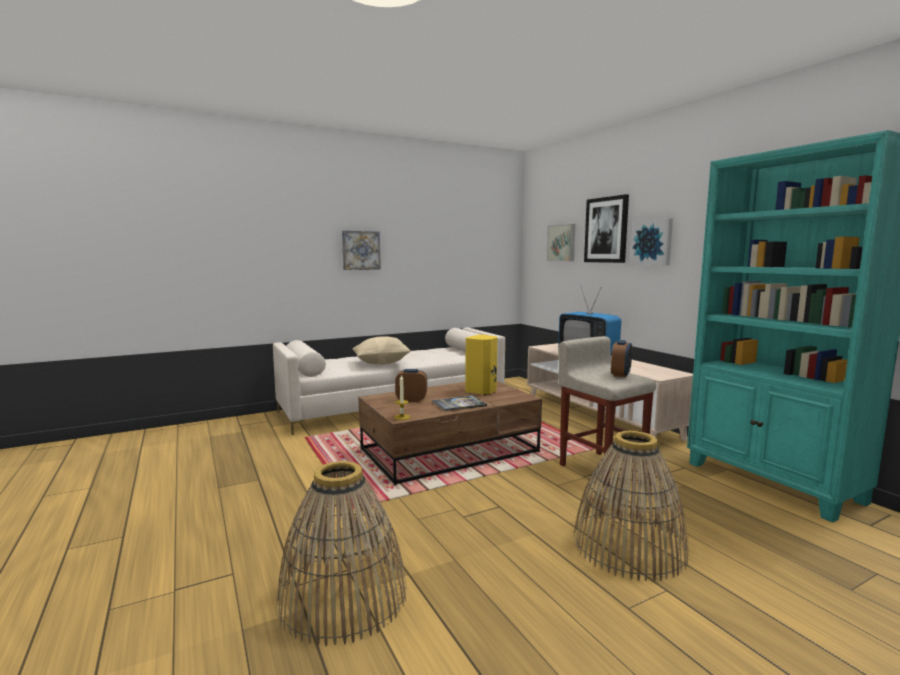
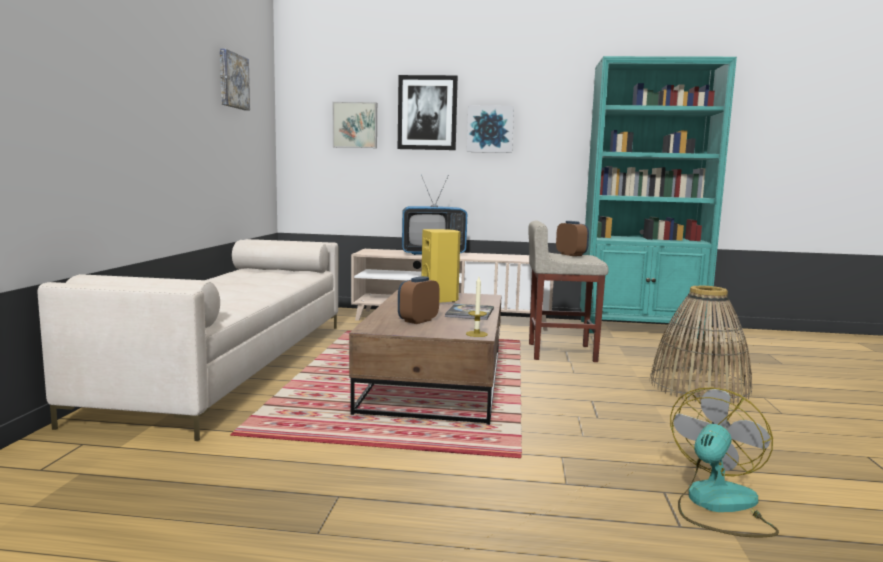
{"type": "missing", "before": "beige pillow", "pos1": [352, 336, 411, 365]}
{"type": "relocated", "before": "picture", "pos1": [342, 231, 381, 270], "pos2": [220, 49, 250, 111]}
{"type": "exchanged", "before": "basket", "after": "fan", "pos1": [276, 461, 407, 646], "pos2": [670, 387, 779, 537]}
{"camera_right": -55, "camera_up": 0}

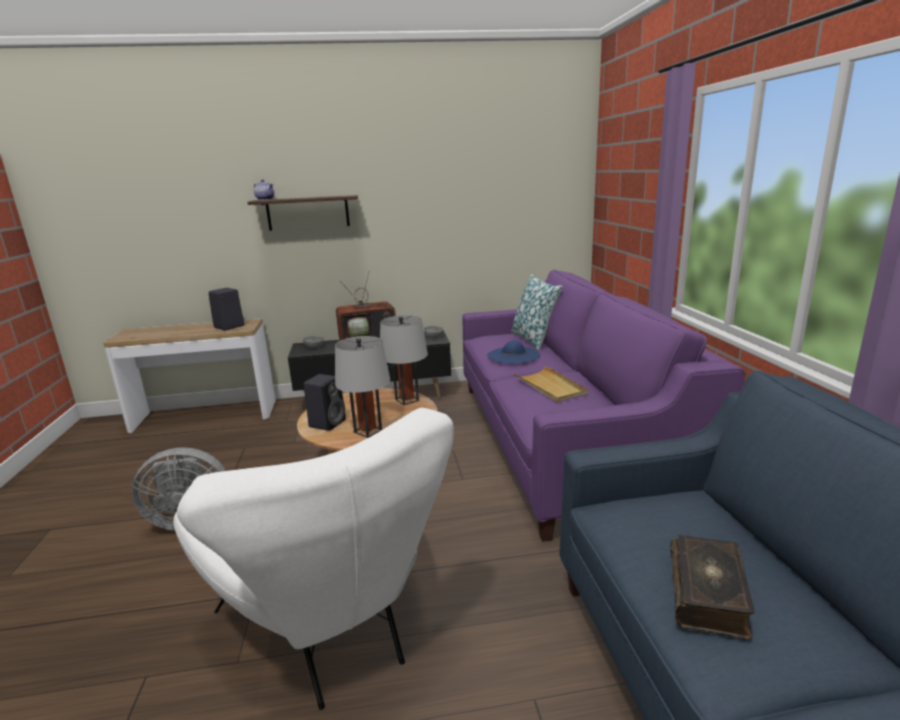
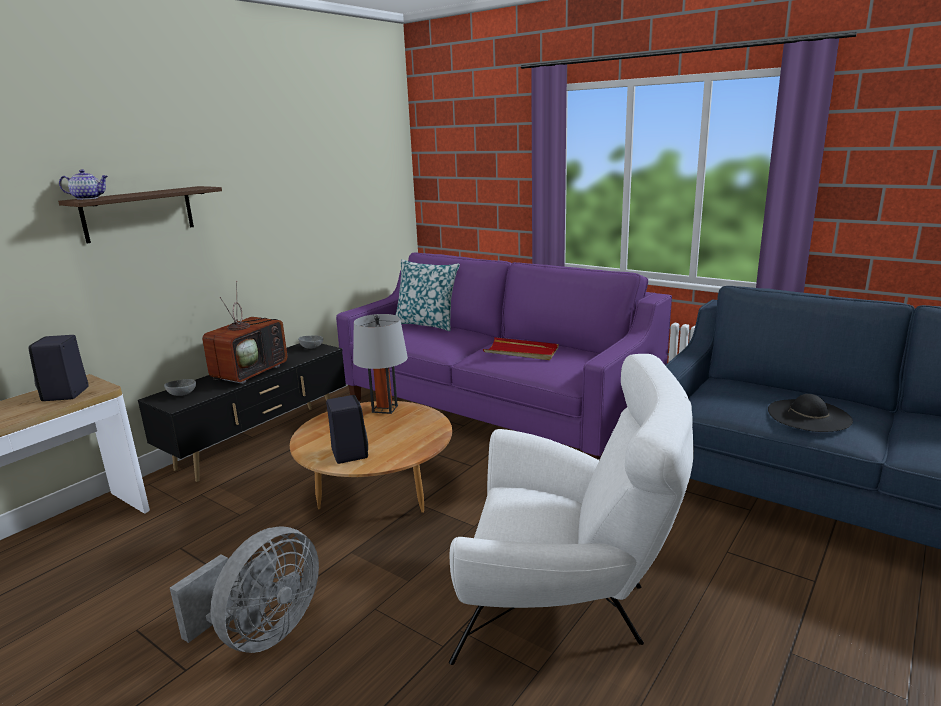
{"type": "missing", "before": "grey table lamp", "pos1": [335, 336, 390, 438]}
{"type": "missing", "before": "blue hat", "pos1": [487, 340, 540, 364]}
{"type": "exchanged", "before": "book", "after": "black hat", "pos1": [670, 535, 755, 639], "pos2": [768, 394, 853, 432]}
{"type": "colour", "before": "beige tray", "after": "red tray", "pos1": [513, 366, 588, 403], "pos2": [483, 337, 559, 360]}
{"camera_right": -45, "camera_up": 0}

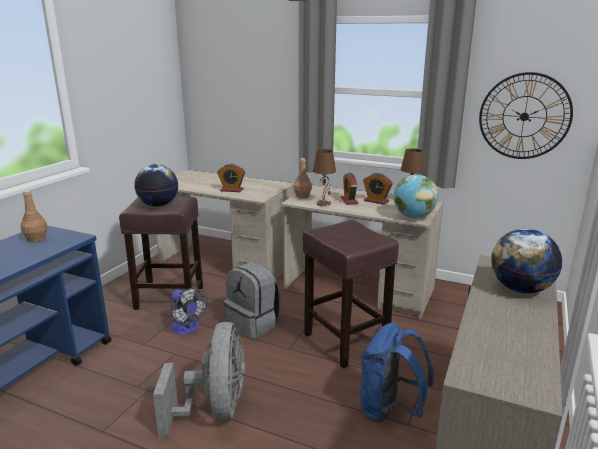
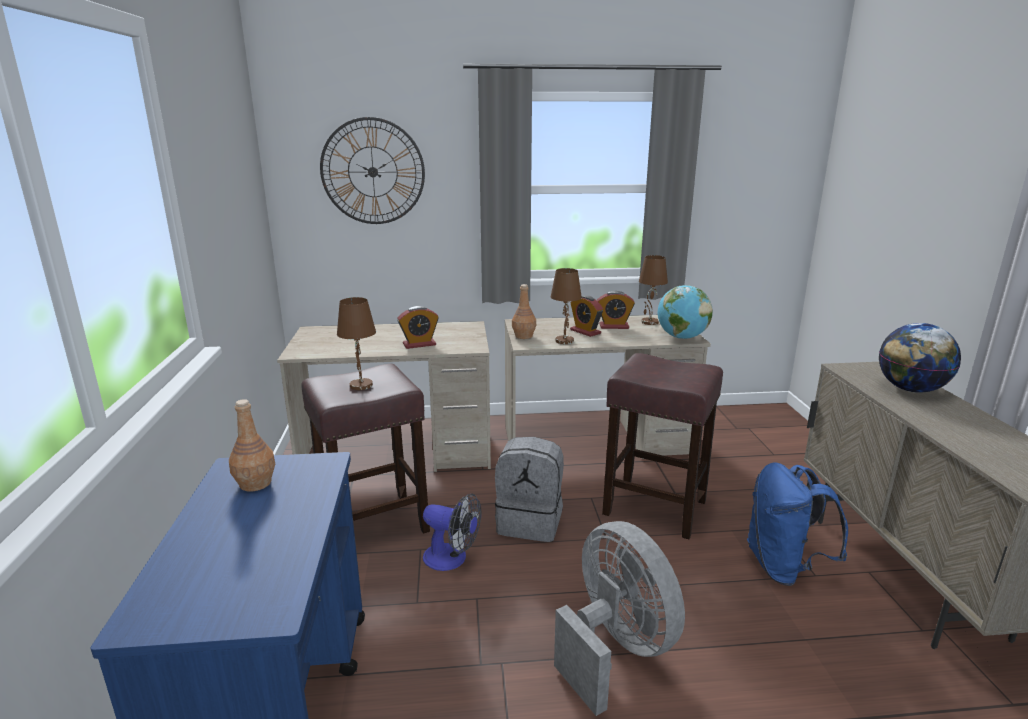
{"type": "relocated", "before": "wall clock", "pos1": [479, 72, 573, 159], "pos2": [320, 117, 425, 224]}
{"type": "exchanged", "before": "globe", "after": "brown table lamp", "pos1": [134, 164, 178, 207], "pos2": [337, 297, 376, 390]}
{"camera_right": -30, "camera_up": 0}

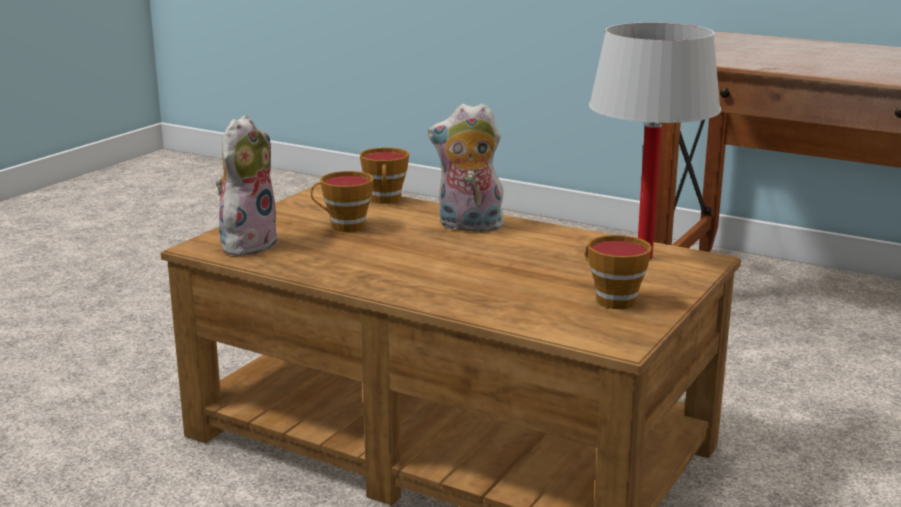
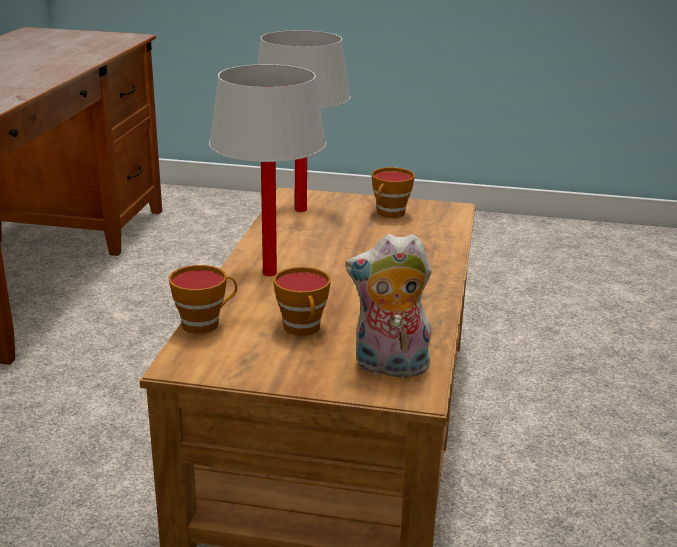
{"type": "exchanged", "before": "plush toy", "after": "white table lamp", "pos1": [428, 103, 506, 233], "pos2": [209, 64, 327, 276]}
{"camera_right": -110, "camera_up": 5}

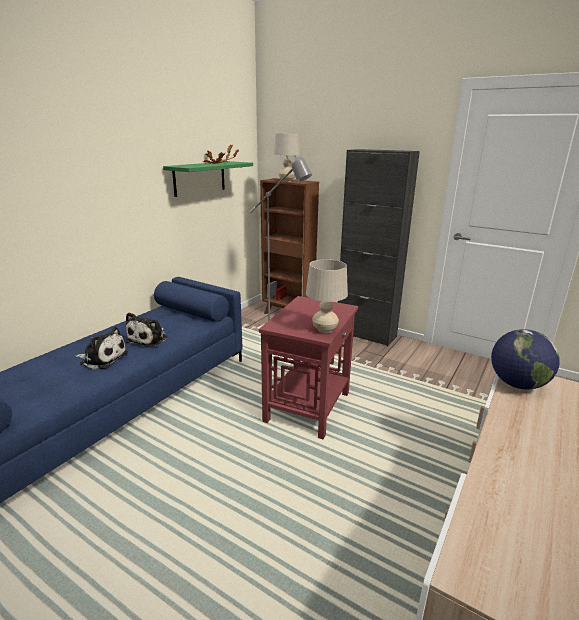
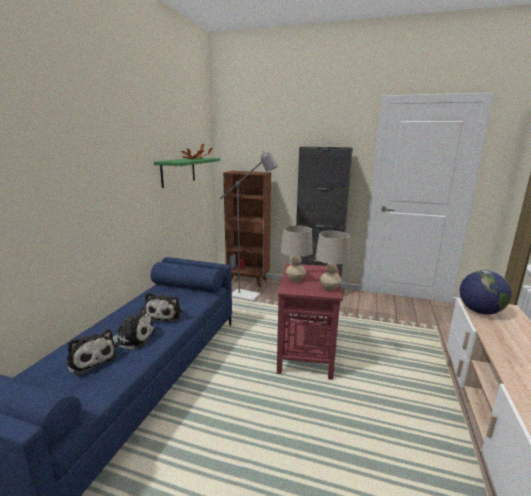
{"type": "appeared", "after": "plush toy", "pos2": [66, 329, 116, 376]}
{"type": "relocated", "before": "beige table lamp", "pos1": [274, 134, 300, 182], "pos2": [281, 225, 313, 282]}
{"camera_right": -15, "camera_up": -5}

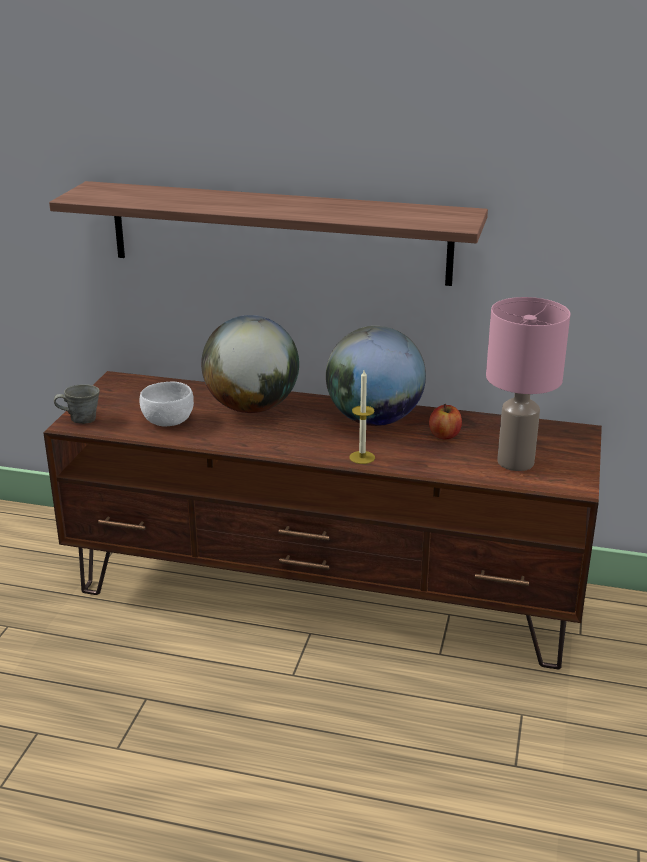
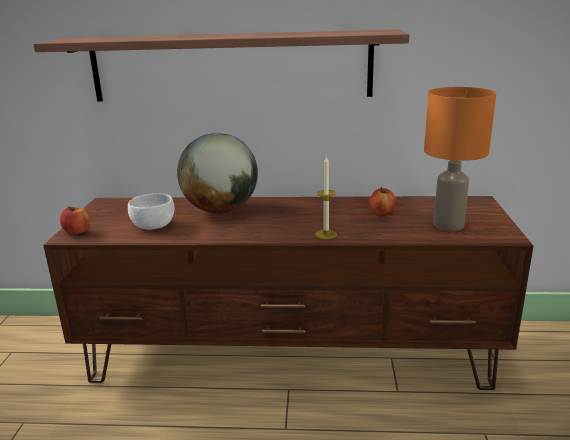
{"type": "missing", "before": "globe", "pos1": [326, 326, 426, 426]}
{"type": "exchanged", "before": "grey mug", "after": "apple", "pos1": [54, 384, 100, 424], "pos2": [60, 206, 90, 234]}
{"type": "colour", "before": "pink table lamp", "after": "orange table lamp", "pos1": [486, 297, 571, 471], "pos2": [424, 87, 496, 231]}
{"camera_right": -10, "camera_up": -5}

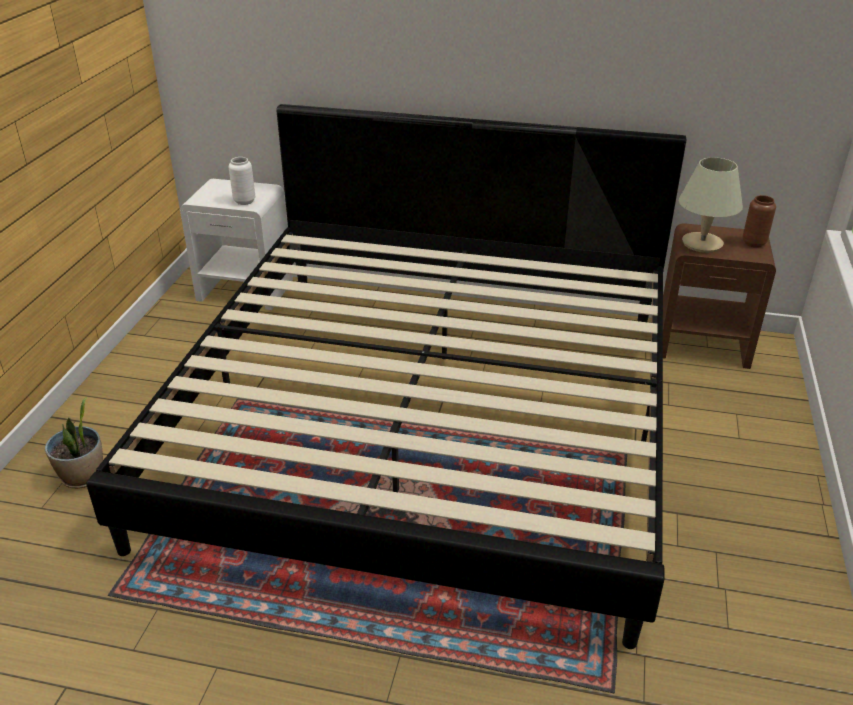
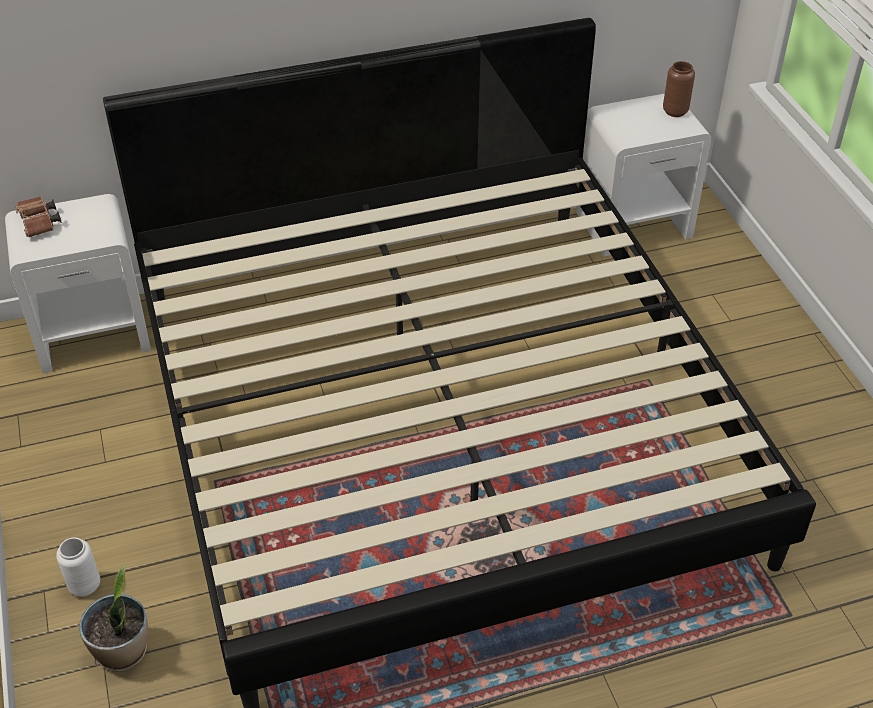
{"type": "missing", "before": "beige table lamp", "pos1": [679, 157, 743, 253]}
{"type": "appeared", "after": "brown binoculars", "pos2": [16, 197, 62, 237]}
{"type": "relocated", "before": "white vase", "pos1": [229, 157, 255, 205], "pos2": [56, 537, 100, 596]}
{"type": "colour", "before": "brown nightstand", "after": "white nightstand", "pos1": [663, 223, 776, 369], "pos2": [576, 93, 712, 257]}
{"camera_right": -30, "camera_up": 10}

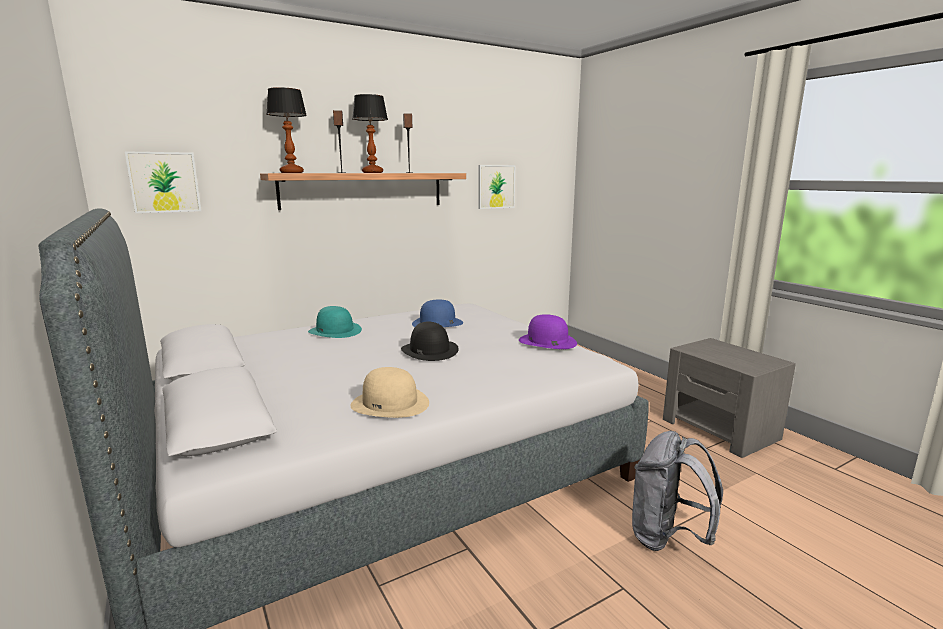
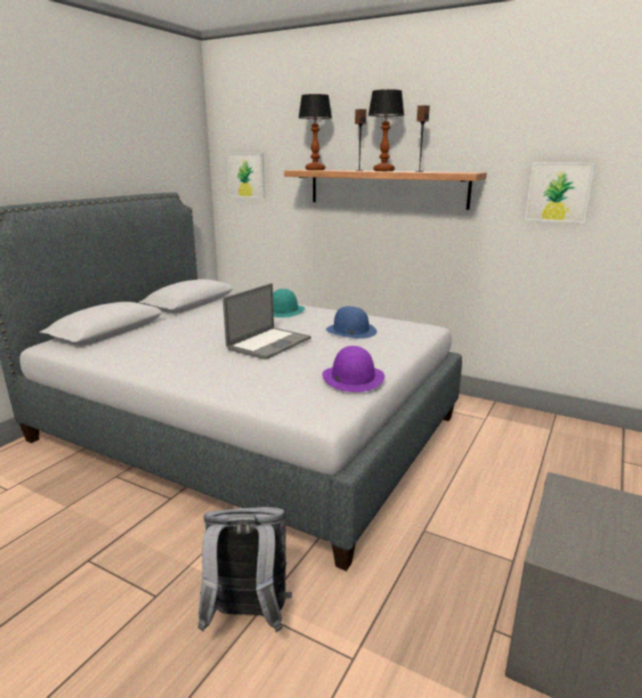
{"type": "missing", "before": "beige hat", "pos1": [351, 367, 429, 418]}
{"type": "exchanged", "before": "black hat", "after": "laptop", "pos1": [401, 322, 459, 361], "pos2": [223, 283, 311, 360]}
{"camera_right": 60, "camera_up": 5}

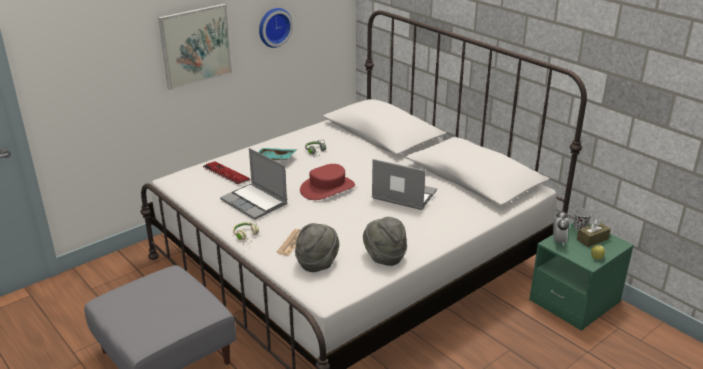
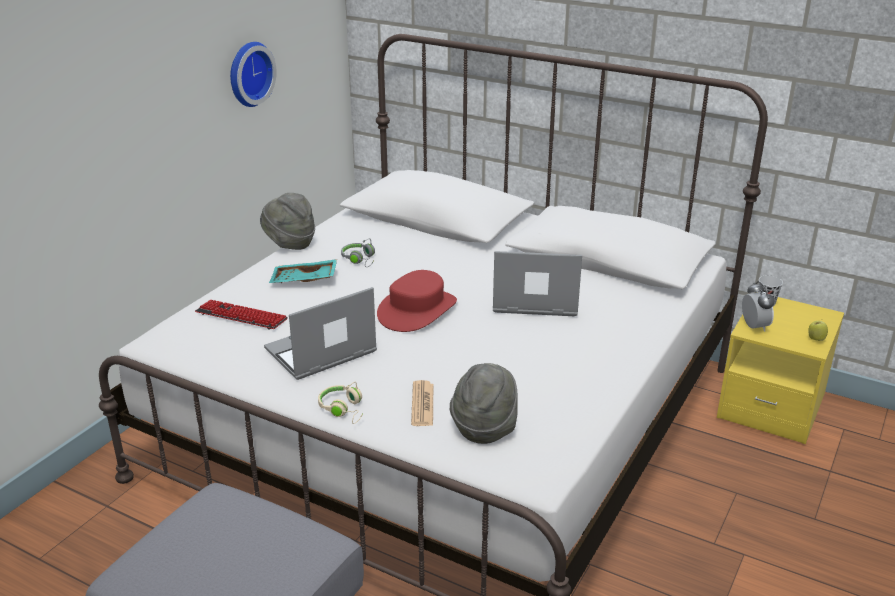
{"type": "missing", "before": "picture", "pos1": [158, 4, 232, 90]}
{"type": "missing", "before": "brown tissue box", "pos1": [577, 219, 611, 247]}
{"type": "relocated", "before": "grey hat", "pos1": [363, 217, 407, 266], "pos2": [260, 193, 315, 250]}
{"type": "colour", "before": "green nightstand", "after": "yellow nightstand", "pos1": [529, 222, 634, 331], "pos2": [717, 297, 844, 444]}
{"type": "spun", "before": "laptop", "pos1": [220, 148, 287, 220], "pos2": [264, 287, 377, 380], "turn": 120}
{"camera_right": -20, "camera_up": 0}

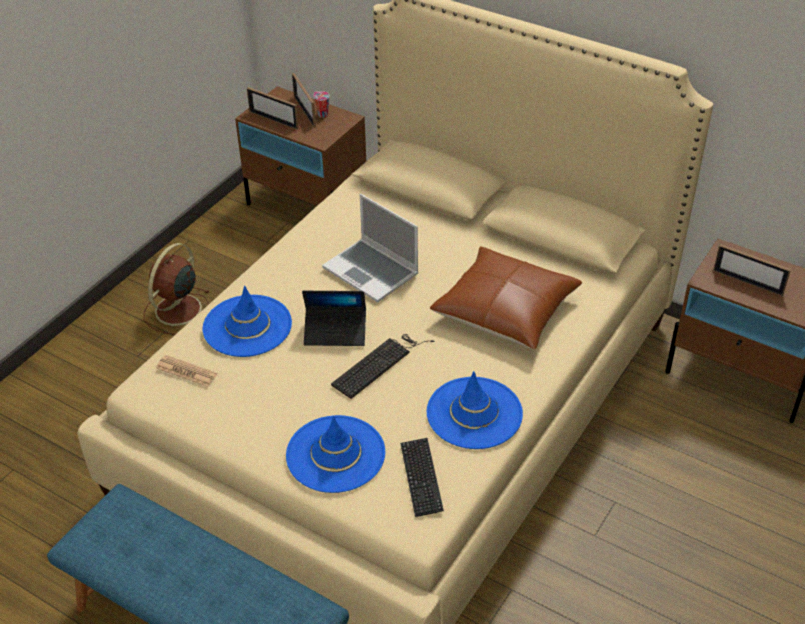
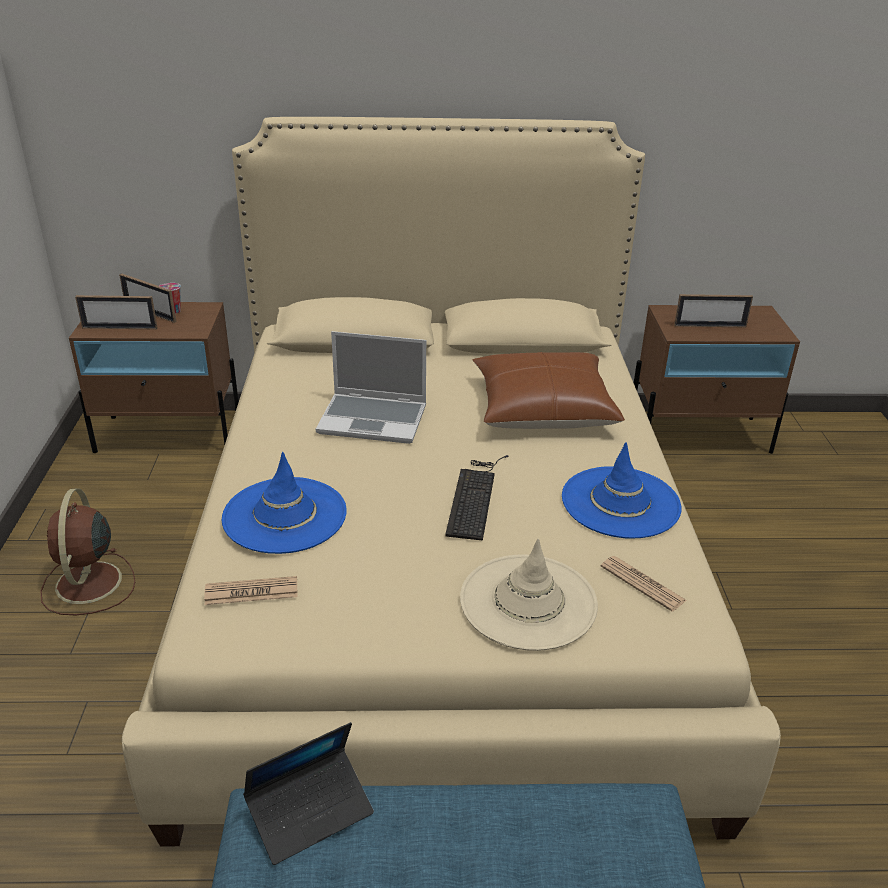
{"type": "relocated", "before": "laptop", "pos1": [302, 291, 366, 346], "pos2": [243, 722, 374, 865]}
{"type": "exchanged", "before": "keyboard", "after": "newspaper", "pos1": [400, 438, 444, 517], "pos2": [601, 556, 687, 612]}
{"type": "colour", "before": "blue hat", "after": "beige hat", "pos1": [286, 415, 385, 493], "pos2": [460, 538, 598, 651]}
{"camera_right": -35, "camera_up": -10}

